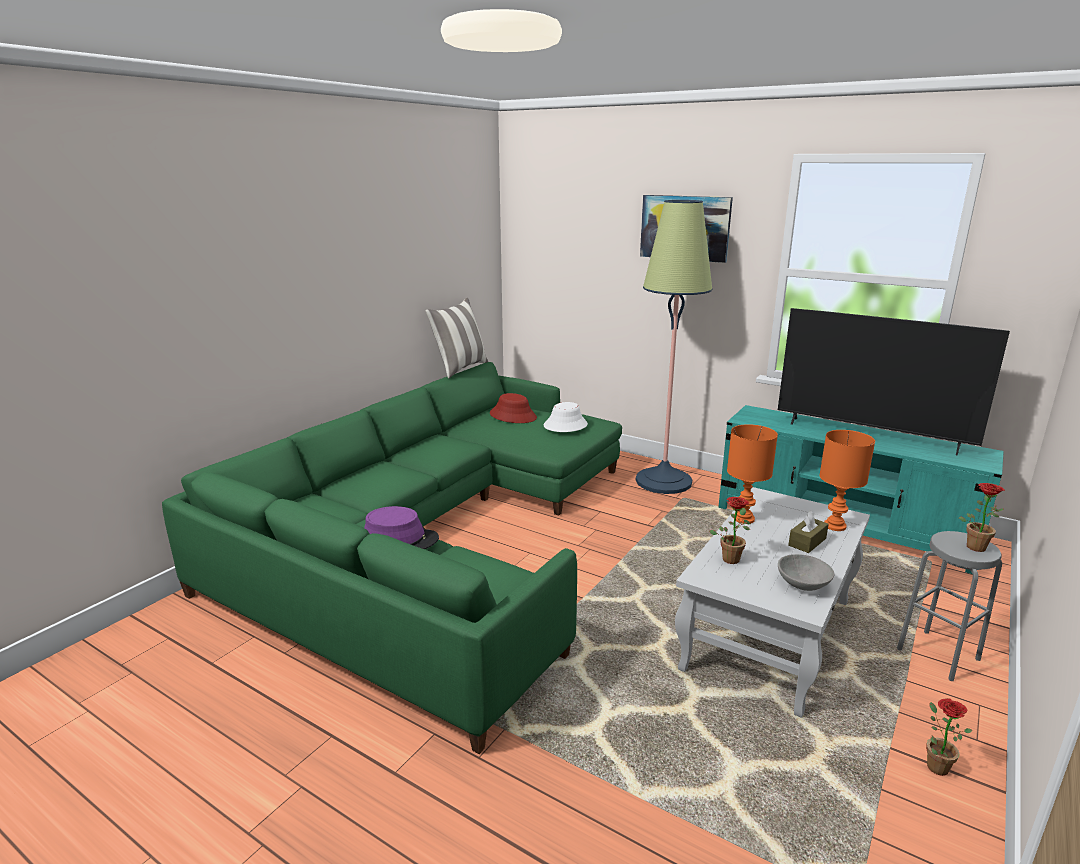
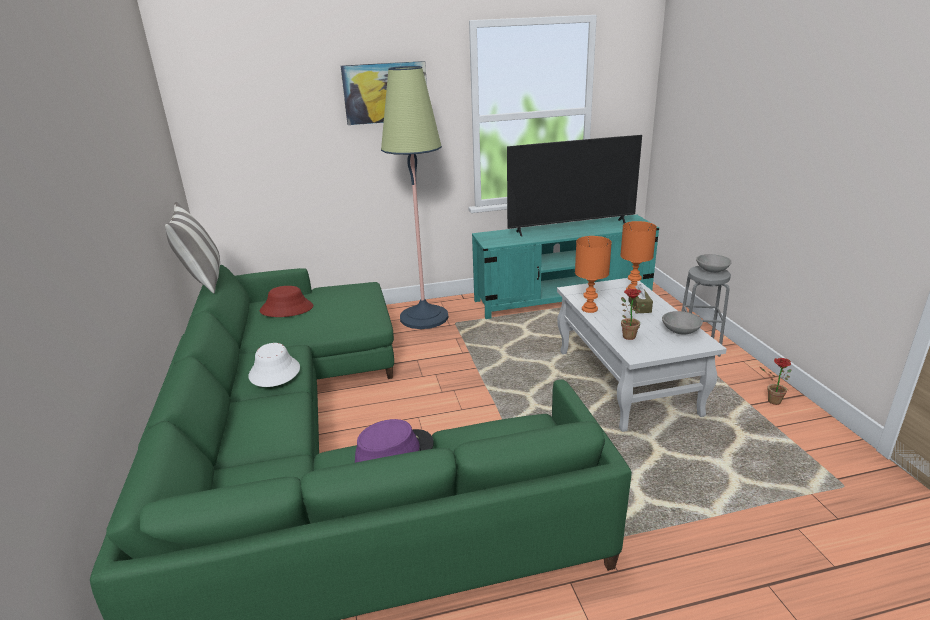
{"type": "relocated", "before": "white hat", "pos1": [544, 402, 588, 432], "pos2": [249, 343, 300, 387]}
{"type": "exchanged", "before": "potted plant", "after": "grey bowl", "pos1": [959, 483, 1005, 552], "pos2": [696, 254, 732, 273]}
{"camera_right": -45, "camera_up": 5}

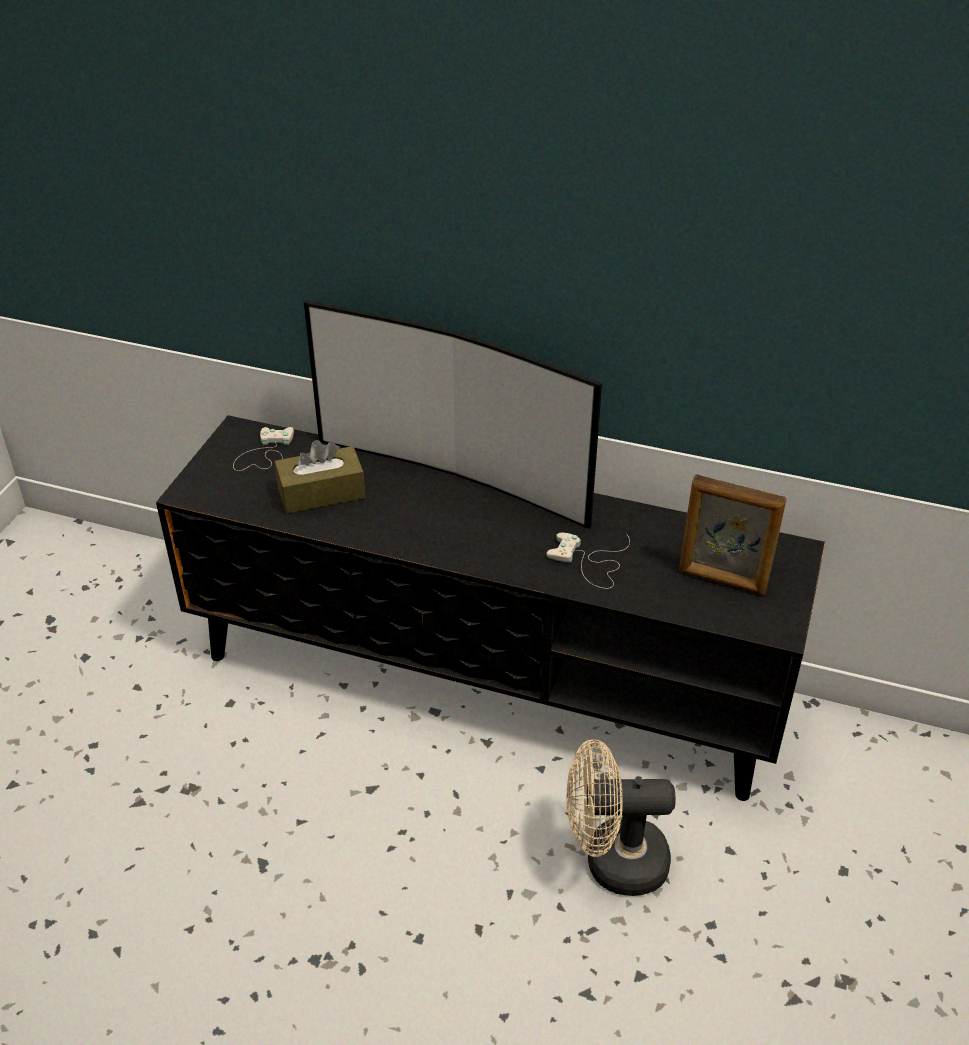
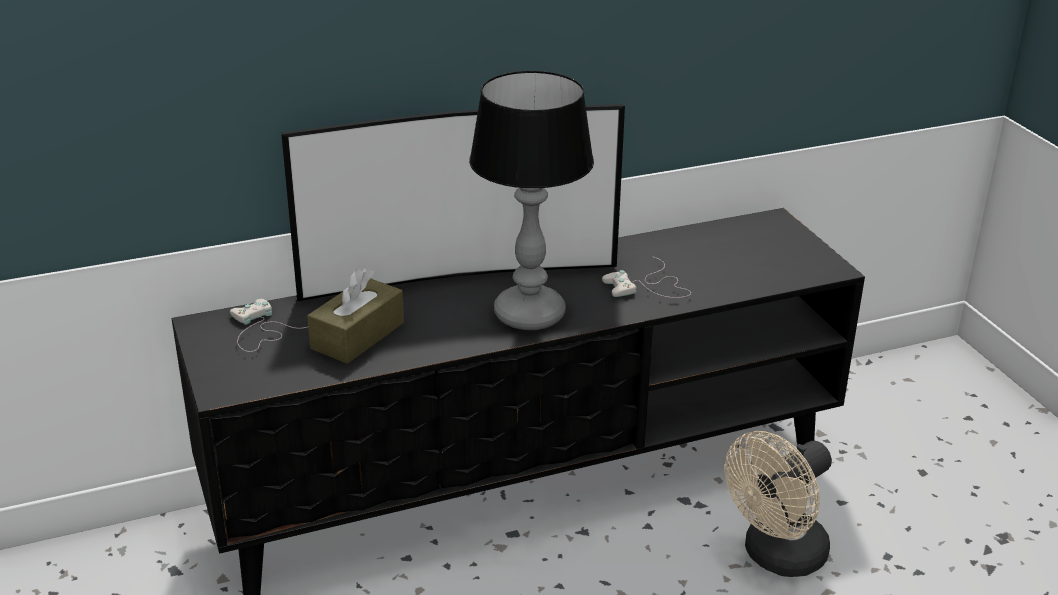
{"type": "missing", "before": "picture frame", "pos1": [679, 474, 787, 595]}
{"type": "appeared", "after": "table lamp", "pos2": [469, 71, 594, 330]}
{"camera_right": -40, "camera_up": -10}

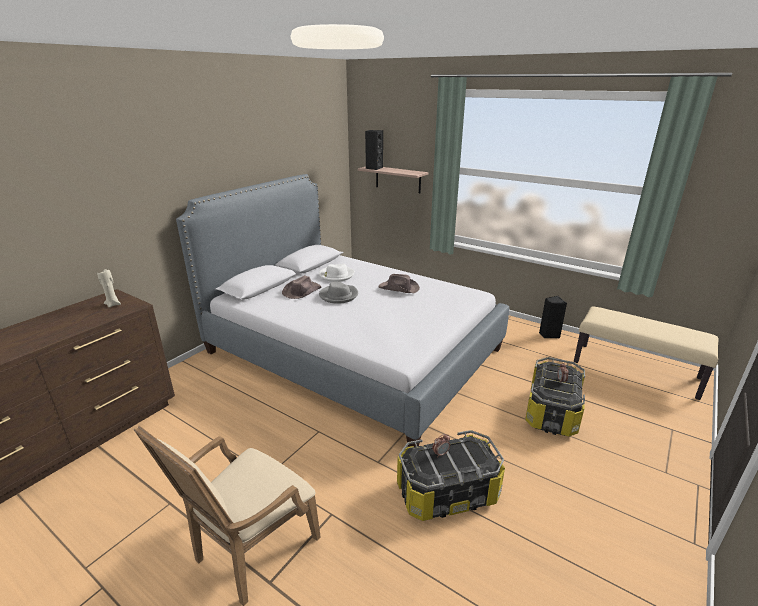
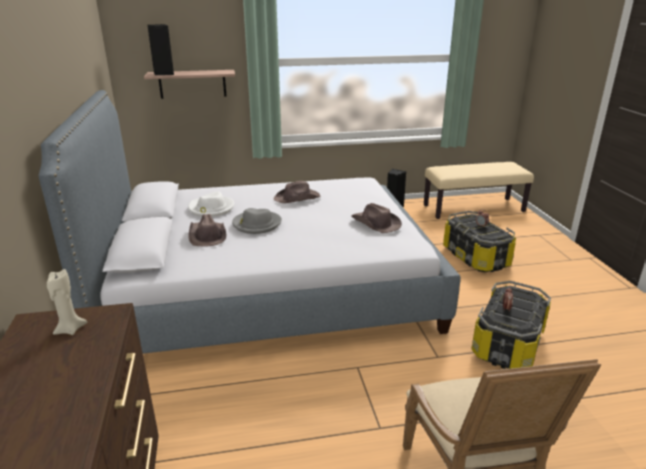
{"type": "appeared", "after": "brown hat", "pos2": [351, 203, 402, 233]}
{"camera_right": -45, "camera_up": 0}

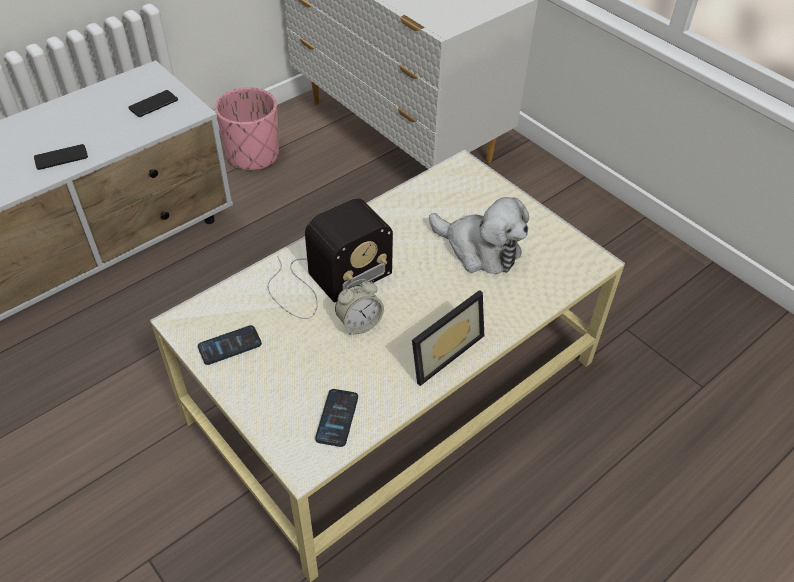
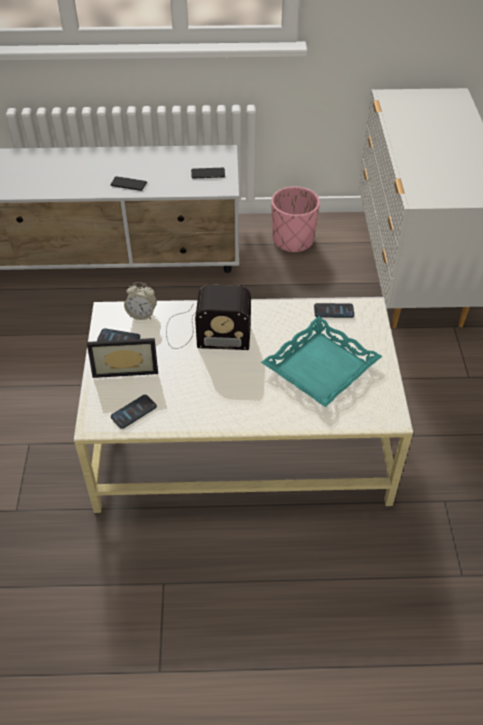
{"type": "appeared", "after": "phone", "pos2": [314, 303, 354, 318]}
{"type": "relocated", "before": "alarm clock", "pos1": [335, 279, 384, 335], "pos2": [124, 282, 157, 320]}
{"type": "relocated", "before": "picture frame", "pos1": [412, 290, 484, 386], "pos2": [87, 338, 158, 378]}
{"type": "exchanged", "before": "plush toy", "after": "turquoise tray", "pos1": [429, 197, 529, 274], "pos2": [261, 316, 382, 407]}
{"camera_right": 40, "camera_up": 0}

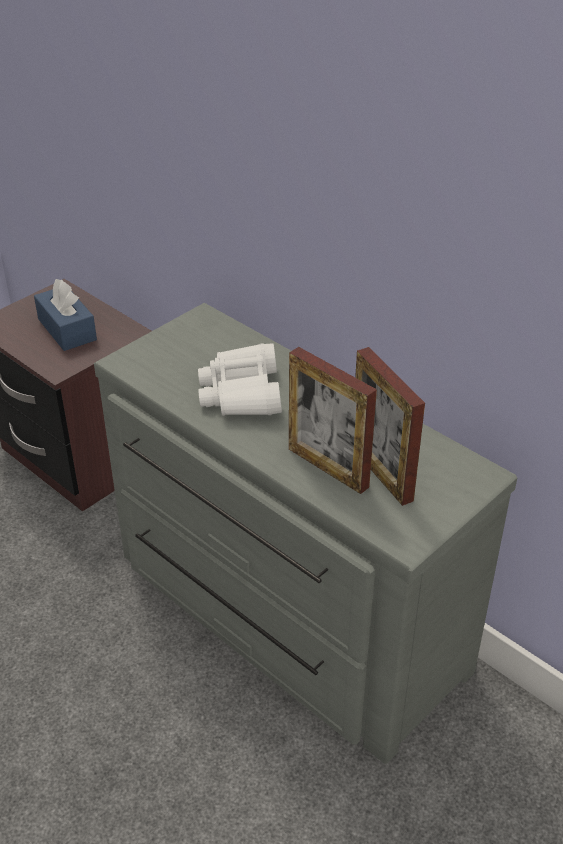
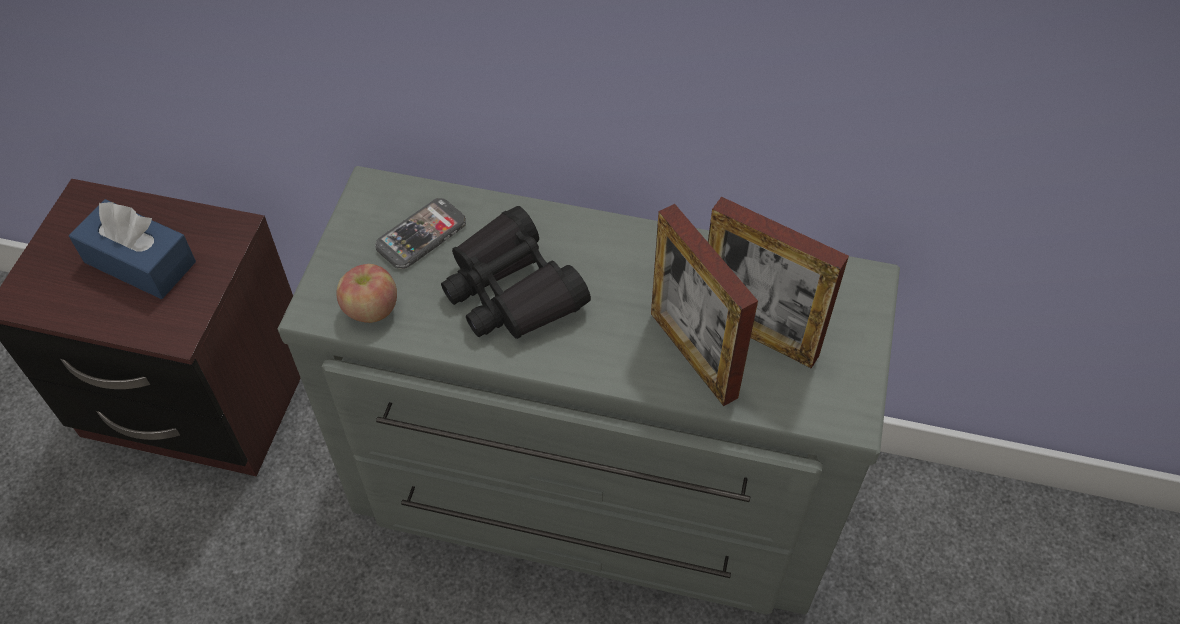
{"type": "appeared", "after": "apple", "pos2": [337, 264, 397, 323]}
{"type": "appeared", "after": "phone", "pos2": [376, 198, 466, 269]}
{"type": "colour", "before": "white binoculars", "after": "black binoculars", "pos1": [198, 343, 282, 416], "pos2": [441, 206, 591, 339]}
{"type": "spun", "before": "picture frame", "pos1": [289, 347, 377, 494], "pos2": [651, 204, 758, 406], "turn": 45}
{"camera_right": -30, "camera_up": 15}

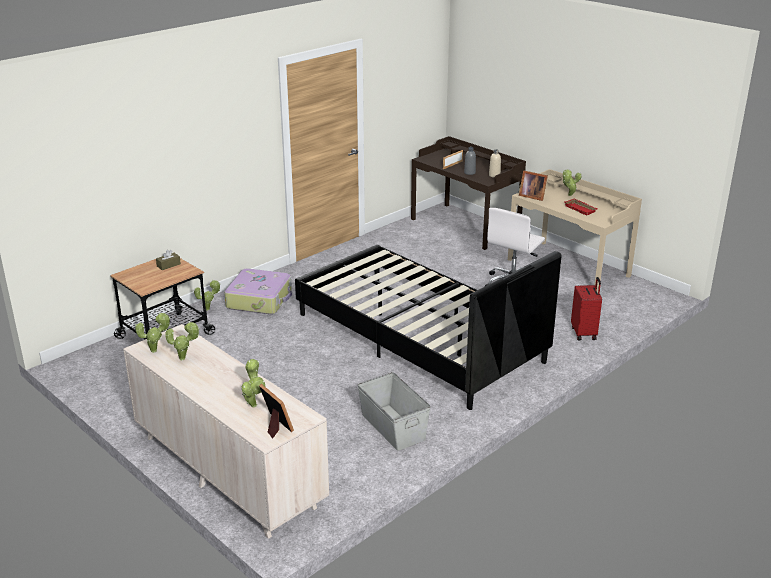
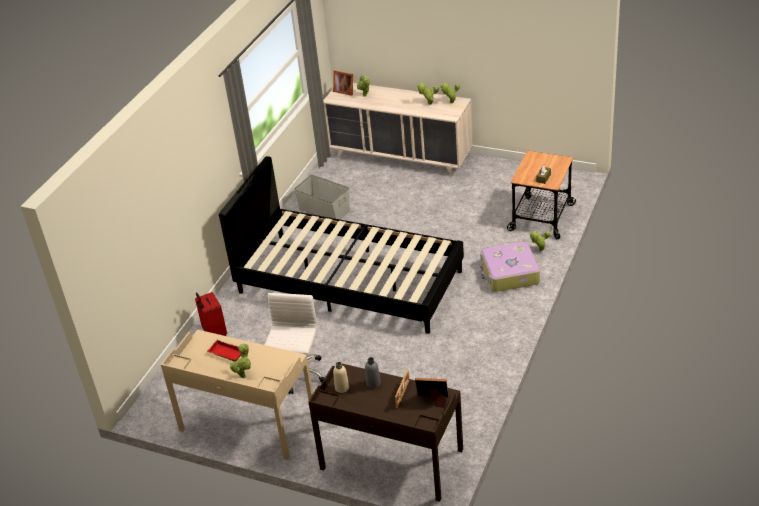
{"type": "relocated", "before": "picture frame", "pos1": [519, 171, 548, 201], "pos2": [415, 378, 448, 408]}
{"camera_right": 160, "camera_up": 10}

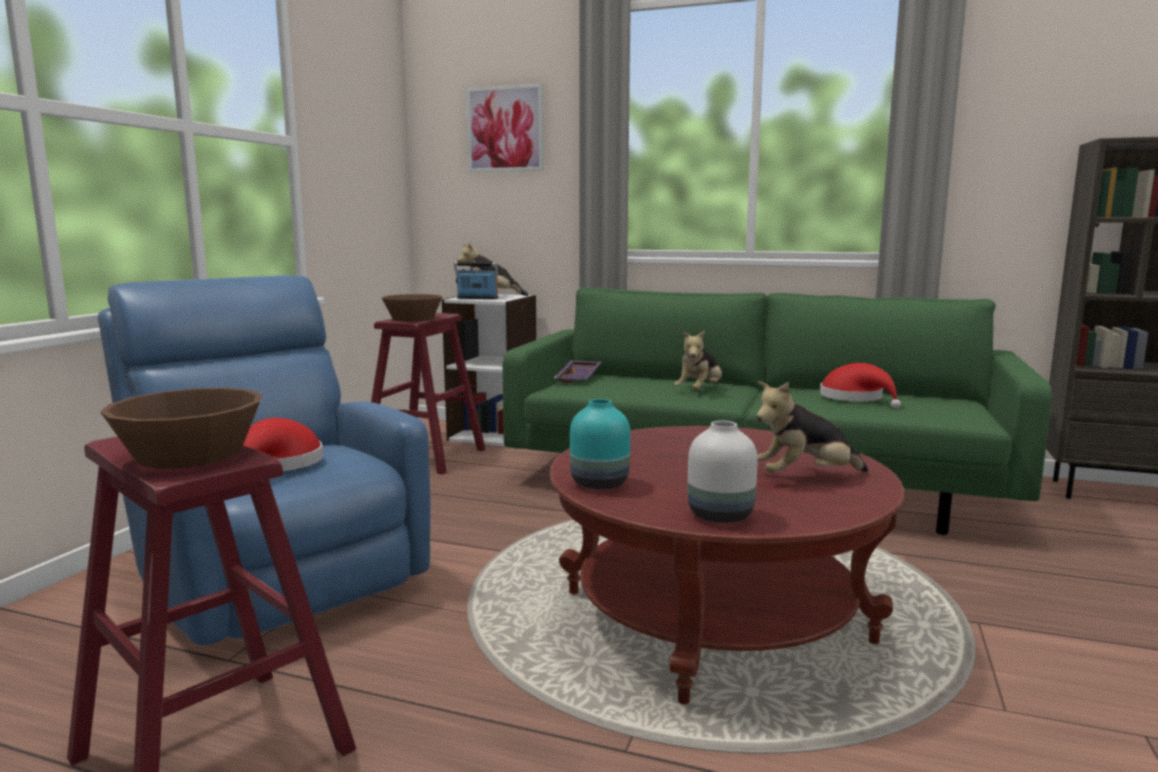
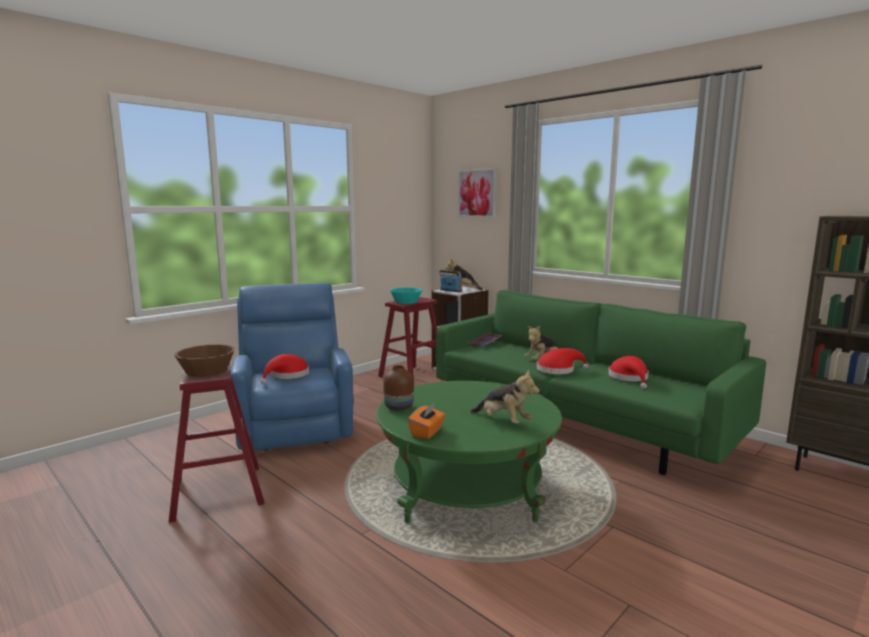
{"type": "appeared", "after": "red hat", "pos2": [537, 348, 589, 374]}
{"type": "exchanged", "before": "white vase", "after": "orange tissue box", "pos1": [687, 421, 758, 523], "pos2": [408, 403, 445, 439]}
{"type": "colour", "before": "brown bowl", "after": "turquoise bowl", "pos1": [382, 294, 442, 321], "pos2": [390, 288, 422, 304]}
{"type": "colour", "before": "red coffee table", "after": "green coffee table", "pos1": [550, 426, 904, 704], "pos2": [376, 381, 562, 523]}
{"type": "colour", "before": "turquoise vase", "after": "brown vase", "pos1": [570, 399, 630, 489], "pos2": [383, 365, 414, 411]}
{"type": "spun", "before": "plush toy", "pos1": [756, 381, 869, 472], "pos2": [471, 369, 540, 424], "turn": -150}
{"camera_right": 25, "camera_up": 0}

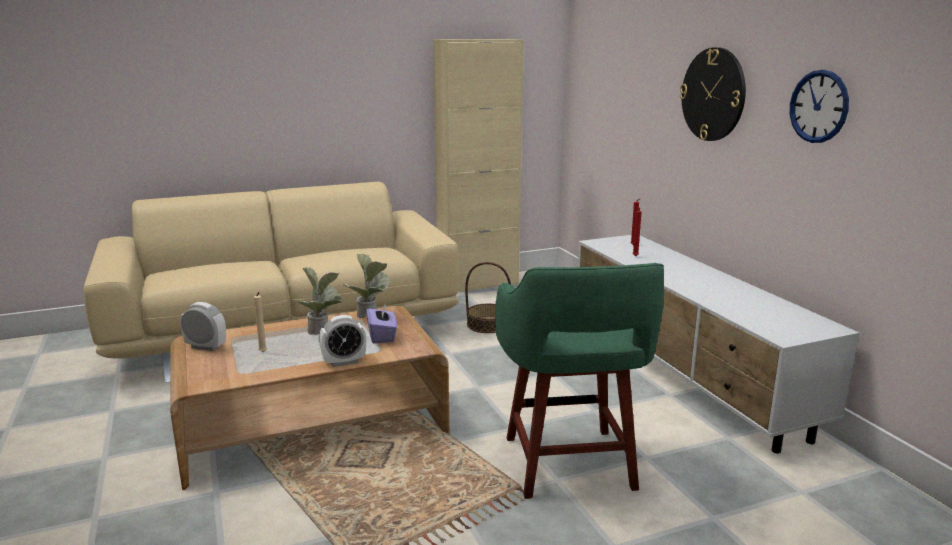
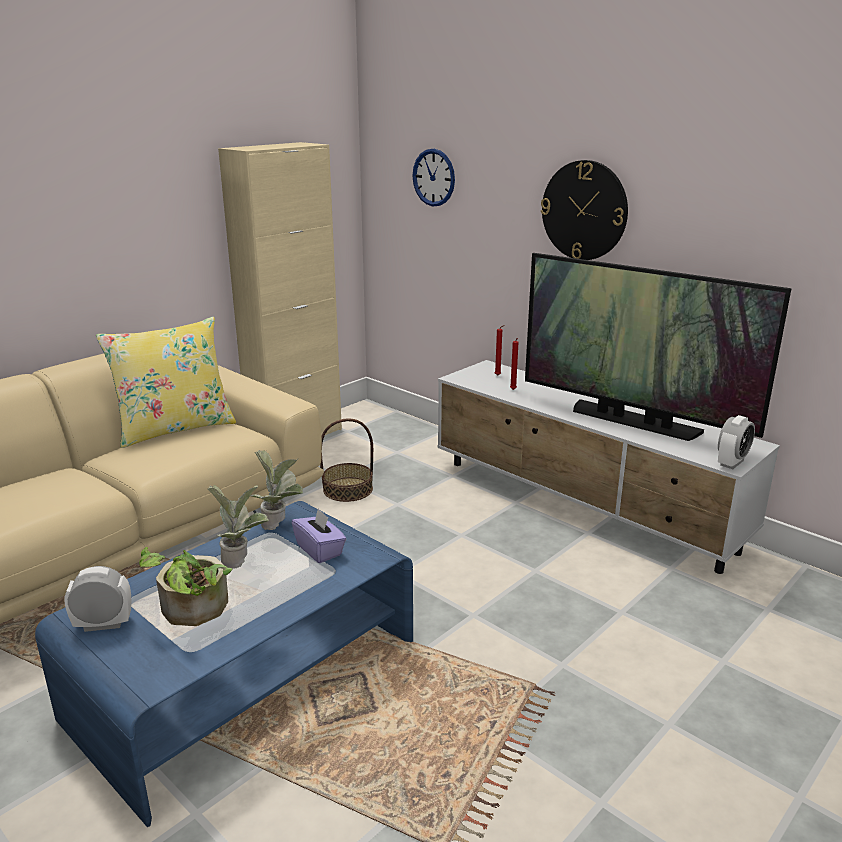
{"type": "missing", "before": "green stool", "pos1": [495, 263, 664, 499]}
{"type": "appeared", "after": "yellow pillow", "pos2": [96, 317, 236, 448]}
{"type": "appeared", "after": "television", "pos2": [525, 253, 791, 441]}
{"type": "relocated", "before": "alarm clock", "pos1": [319, 315, 366, 367], "pos2": [718, 415, 755, 469]}
{"type": "relocated", "before": "wall clock", "pos1": [790, 70, 849, 143], "pos2": [412, 149, 455, 206]}
{"type": "exchanged", "before": "beige candle", "after": "potted plant", "pos1": [254, 292, 267, 352], "pos2": [139, 547, 232, 626]}
{"type": "colour", "before": "brown coffee table", "after": "blue coffee table", "pos1": [170, 306, 449, 490], "pos2": [35, 501, 413, 827]}
{"camera_right": -25, "camera_up": 5}

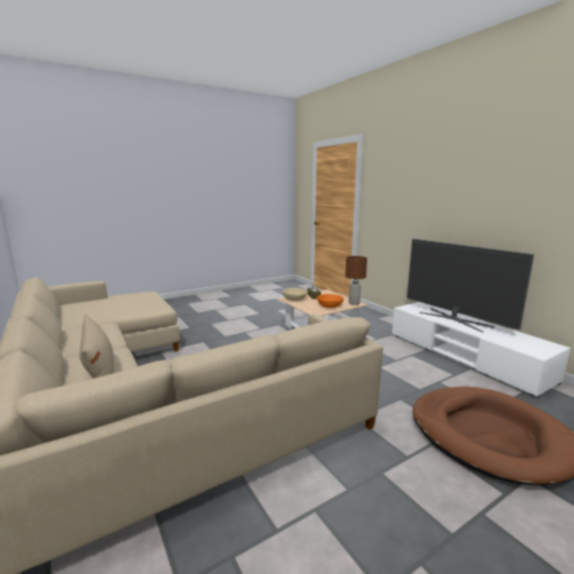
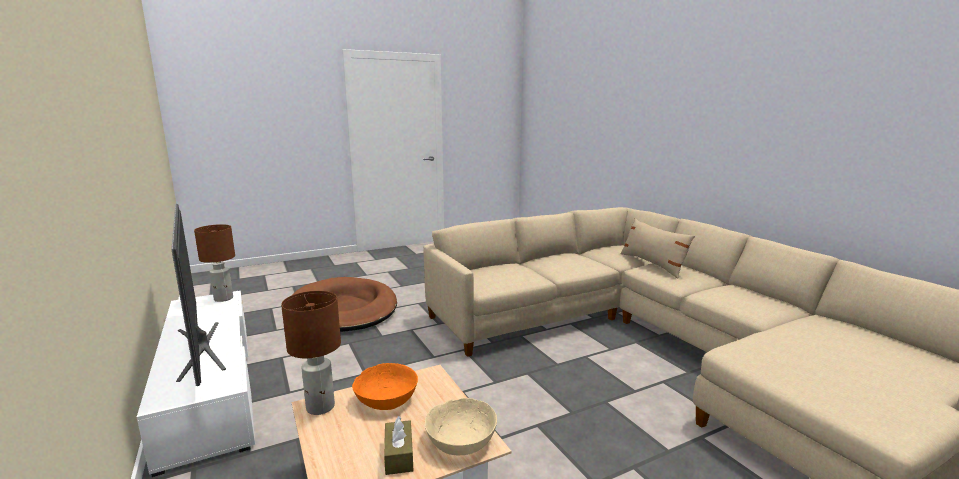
{"type": "appeared", "after": "brown table lamp", "pos2": [194, 224, 235, 302]}
{"camera_right": -175, "camera_up": 0}

